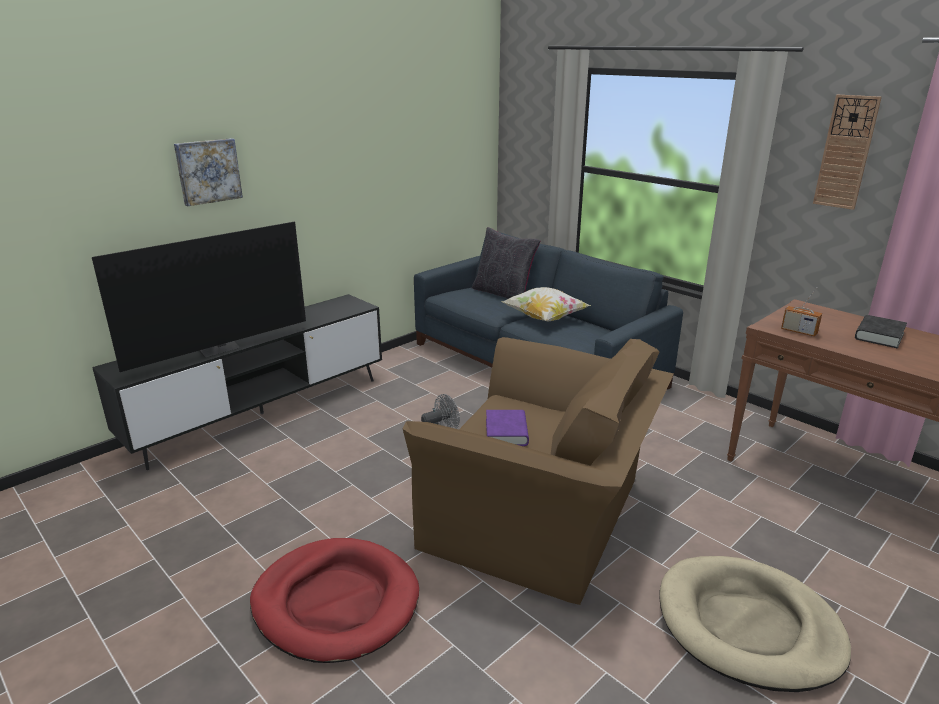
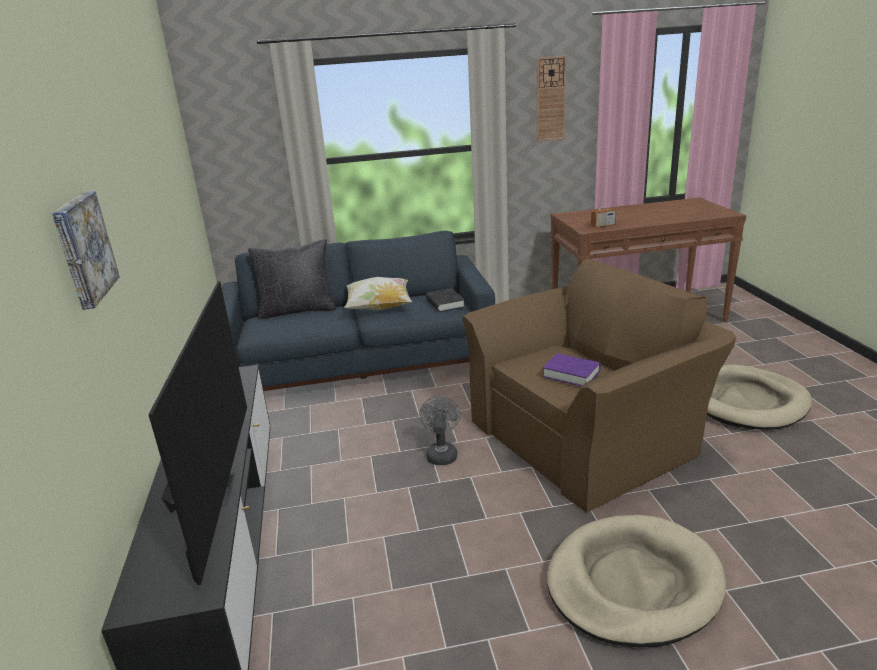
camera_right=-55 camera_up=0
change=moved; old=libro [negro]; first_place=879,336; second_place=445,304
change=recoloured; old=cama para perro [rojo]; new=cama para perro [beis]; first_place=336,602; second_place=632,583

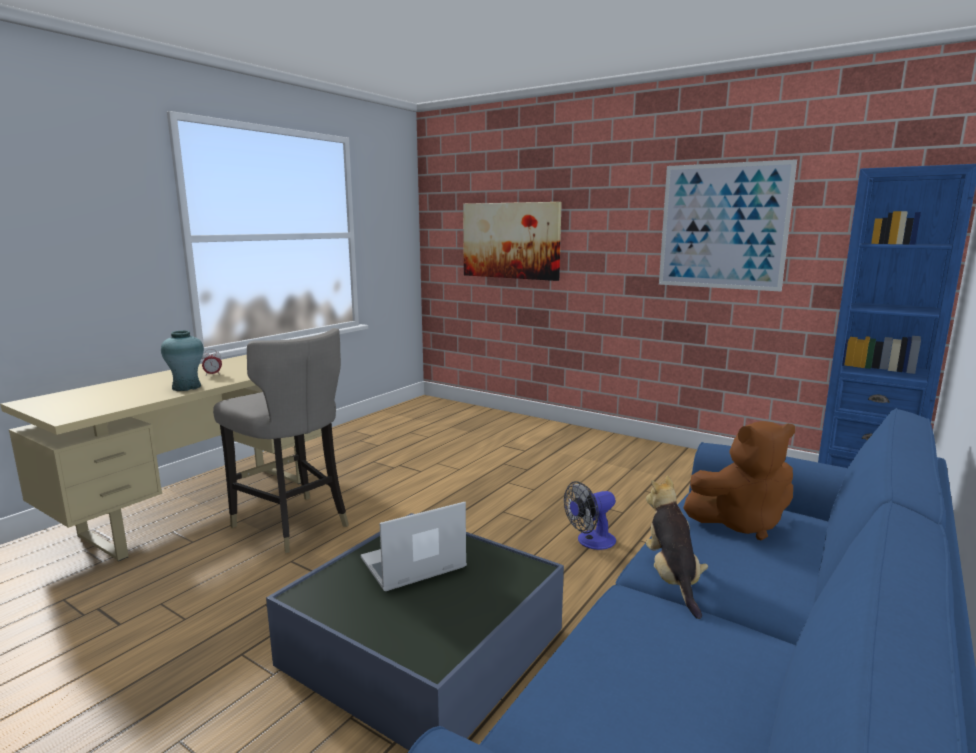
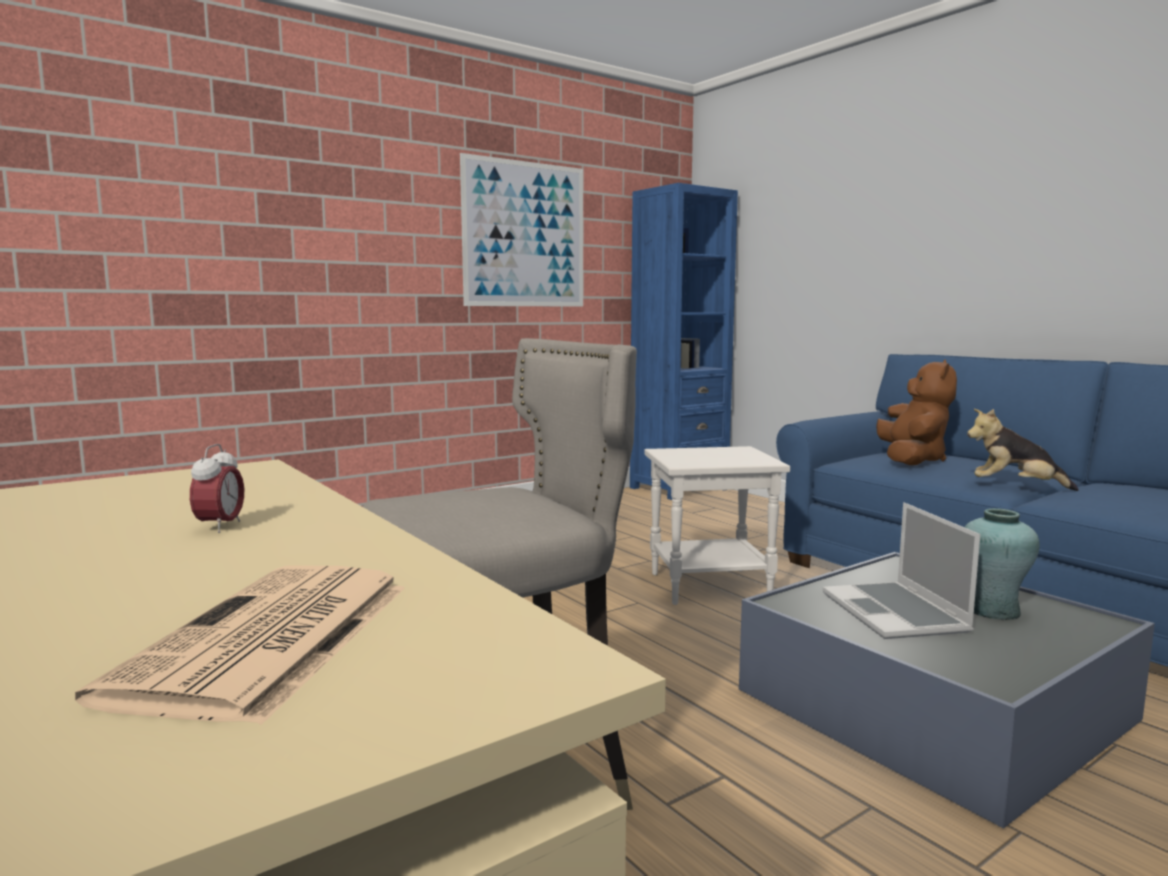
camera_right=-70 camera_up=-5
change=removed; old=cuadro; first_place=510,240
change=added; new=periódico; second_place=270,640
change=moved; old=florero [turquesa]; first_place=187,387; second_place=992,610
change=replaced; old=ventilador; new=mesa auxiliar [blanco]; first_place=590,542; second_place=710,585

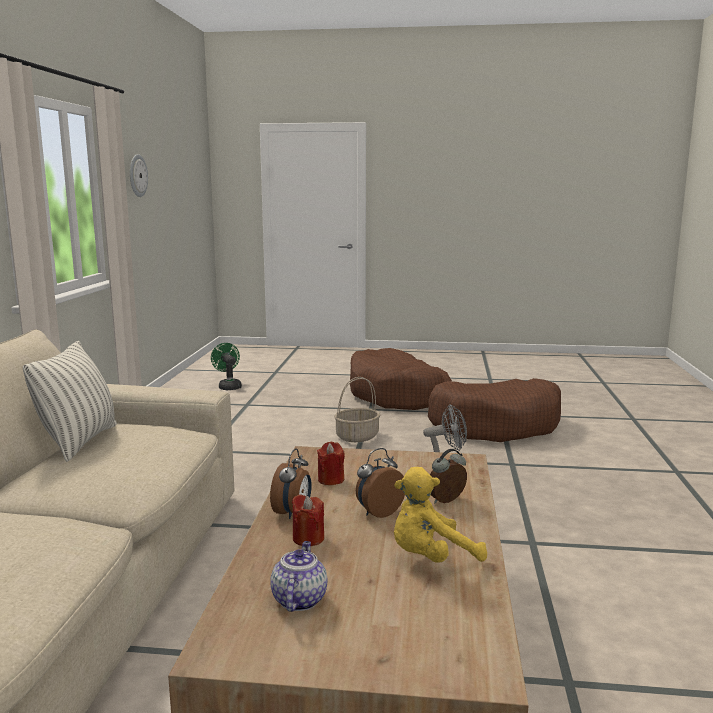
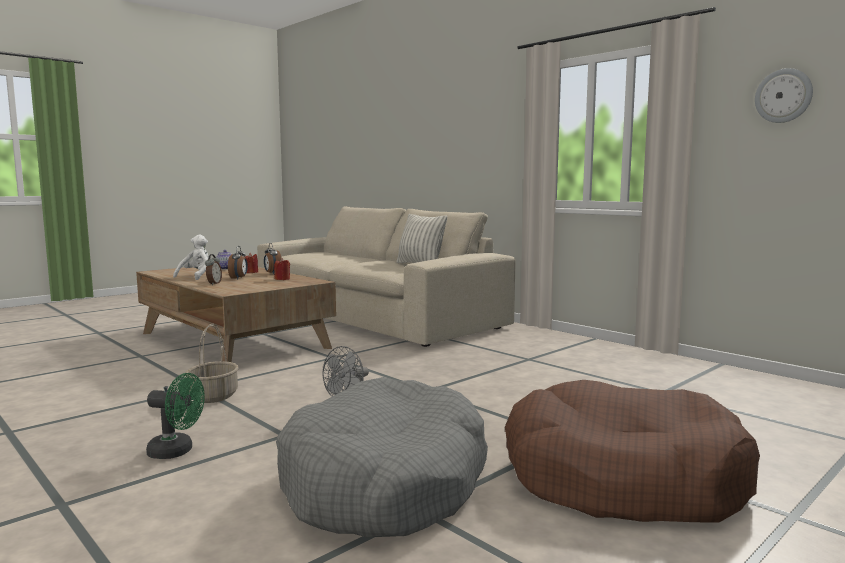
camera_right=130 camera_up=-5
change=moved; old=ventilador [verde]; first_place=228,386; second_place=177,451
change=moved; old=cesta; first_place=357,436; second_place=214,396
change=recoloured; old=peluche [amarillo]; new=peluche [blanco]; first_place=431,558; second_place=196,276
change=recoloured; old=cama para perro [marrón]; new=cama para perro [gris]; first_place=496,425; second_place=385,482

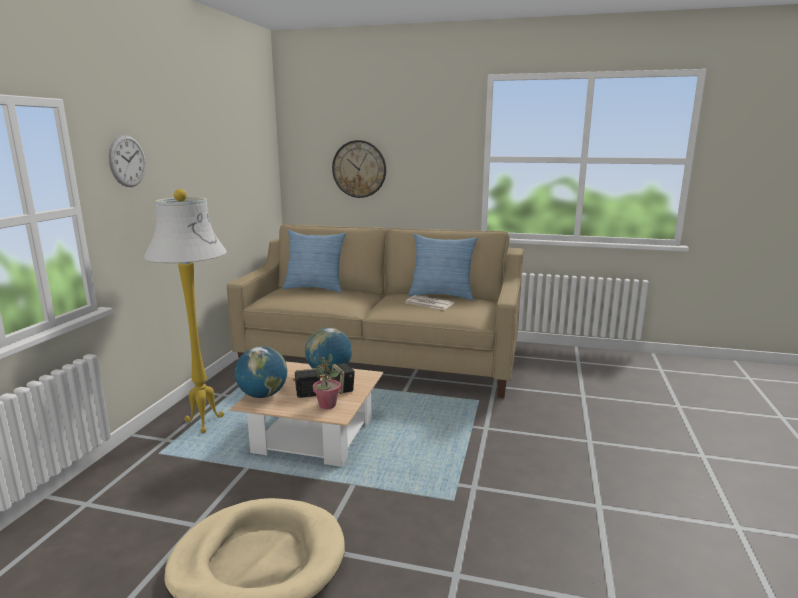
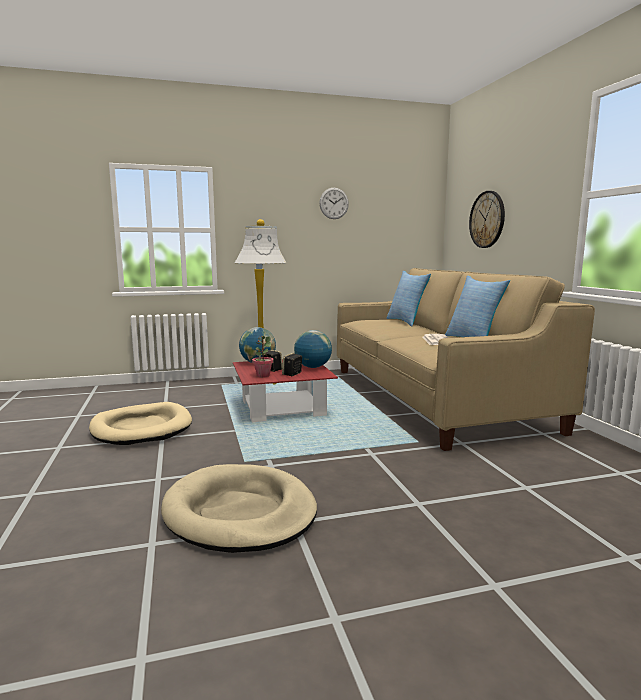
camera_right=60 camera_up=-5
change=added; new=cama para perro [beis]; second_place=240,513
change=moved; old=reloj de pared; first_place=127,161; second_place=334,203
change=recoloured; old=mesa de centro [beis]; new=mesa de centro [rojo]; first_place=314,435; second_place=282,407

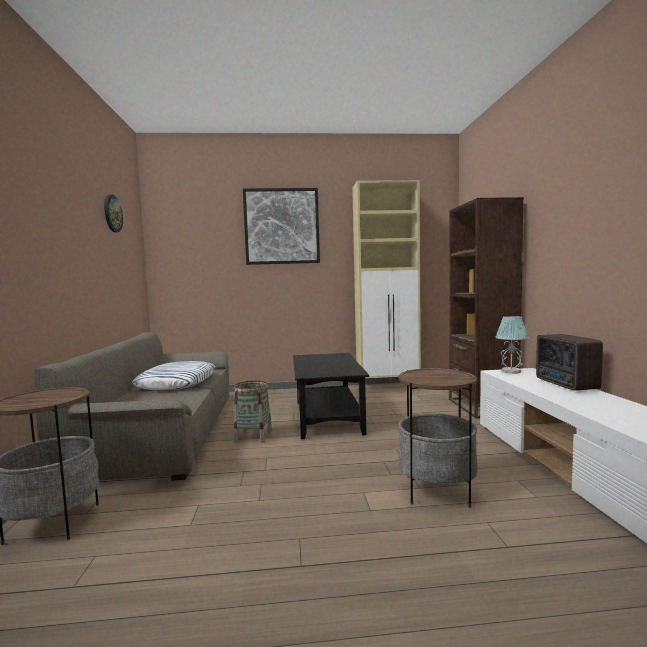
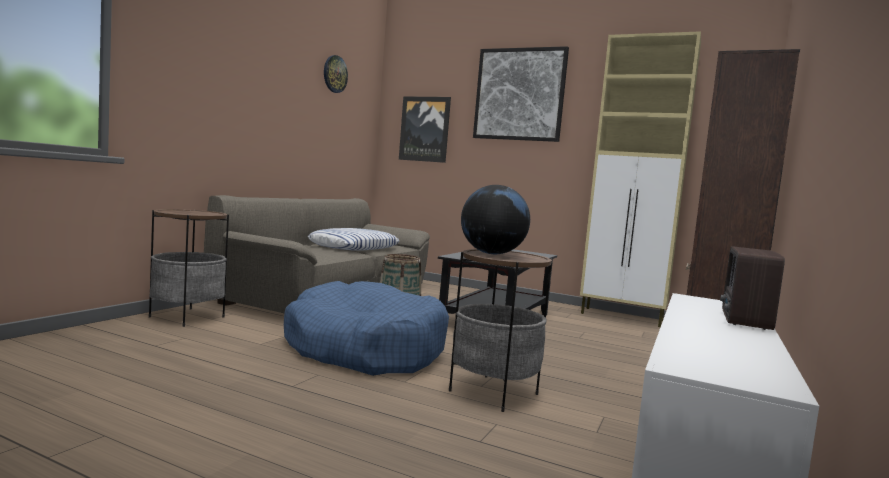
camera_right=30 camera_up=0
change=removed; old=lámpara de mesa; first_place=511,371
change=added; new=cama para perro [azul]; second_place=364,349
change=added; new=cuadro; second_place=425,129
change=added; new=globo terráqueo; second_place=492,253

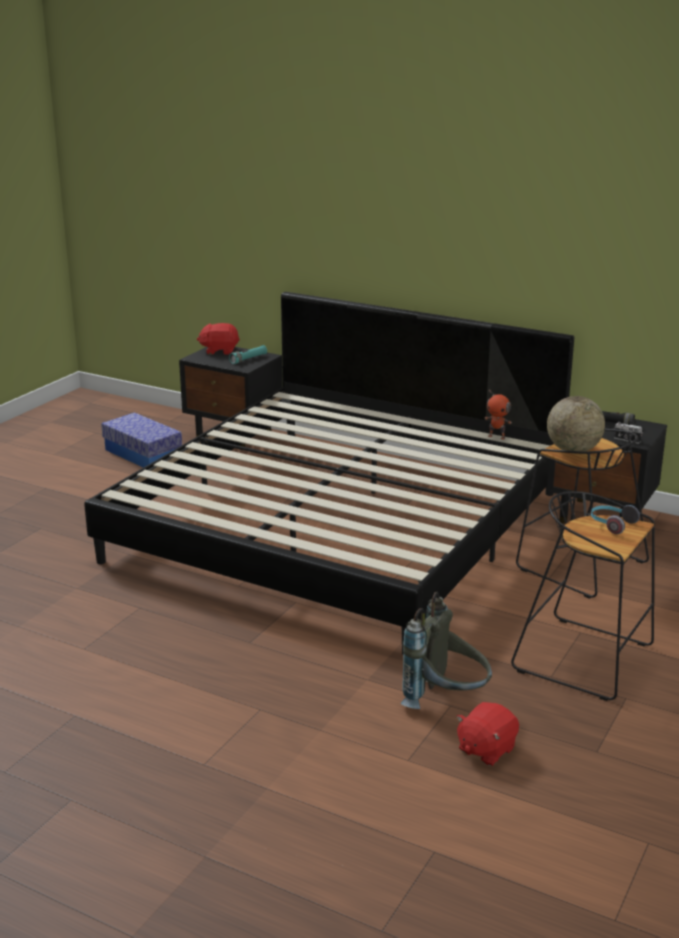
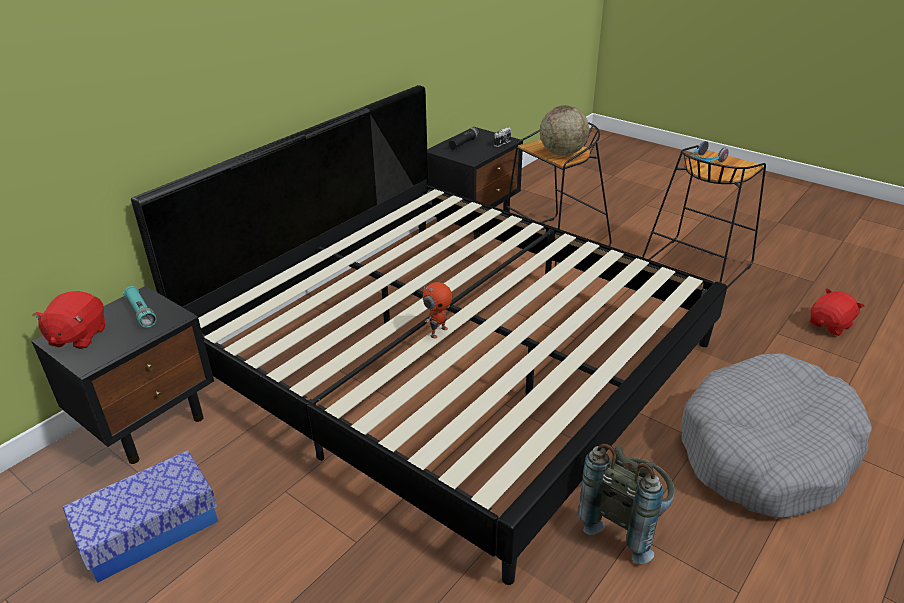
camera_right=-80 camera_up=10
change=added; new=cama para perro [gris]; second_place=766,451
change=moved; old=mochila [gris]; first_place=446,701; second_place=625,523
change=moved; old=robot de juguete; first_place=497,437; second_place=438,332
change=turned; old=peluche [rojo]; first_place=485,749; second_place=830,325; degrees=-90

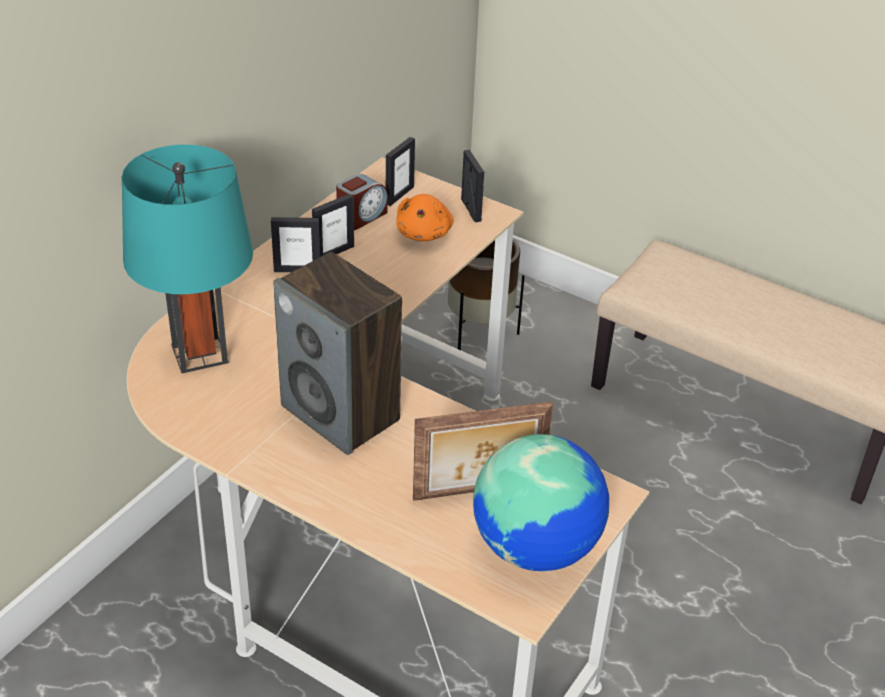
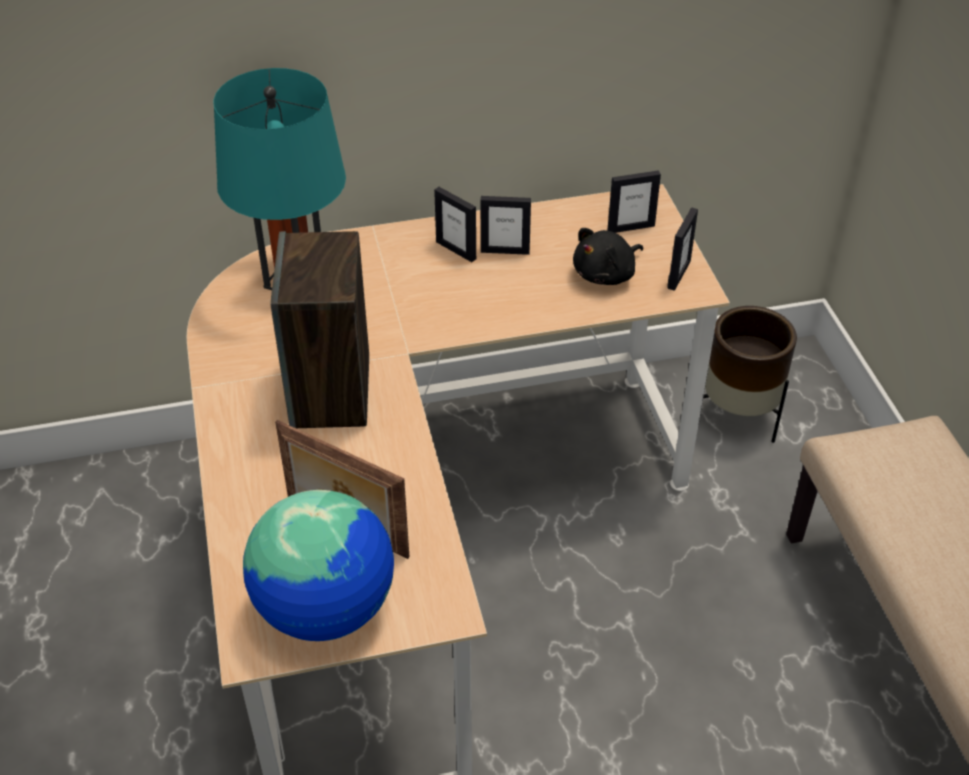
camera_right=45 camera_up=5
change=removed; old=despertador; first_place=361,217
change=recoloured; old=peluche [naranja]; new=peluche [negro]; first_place=424,233; second_place=606,274

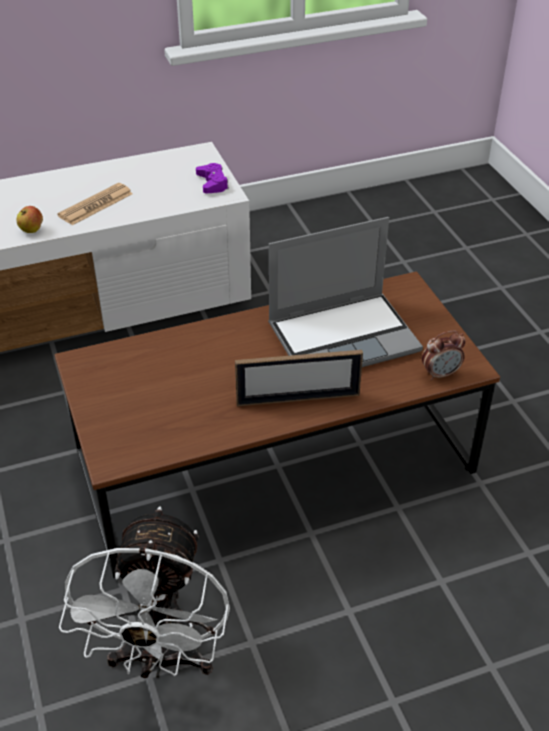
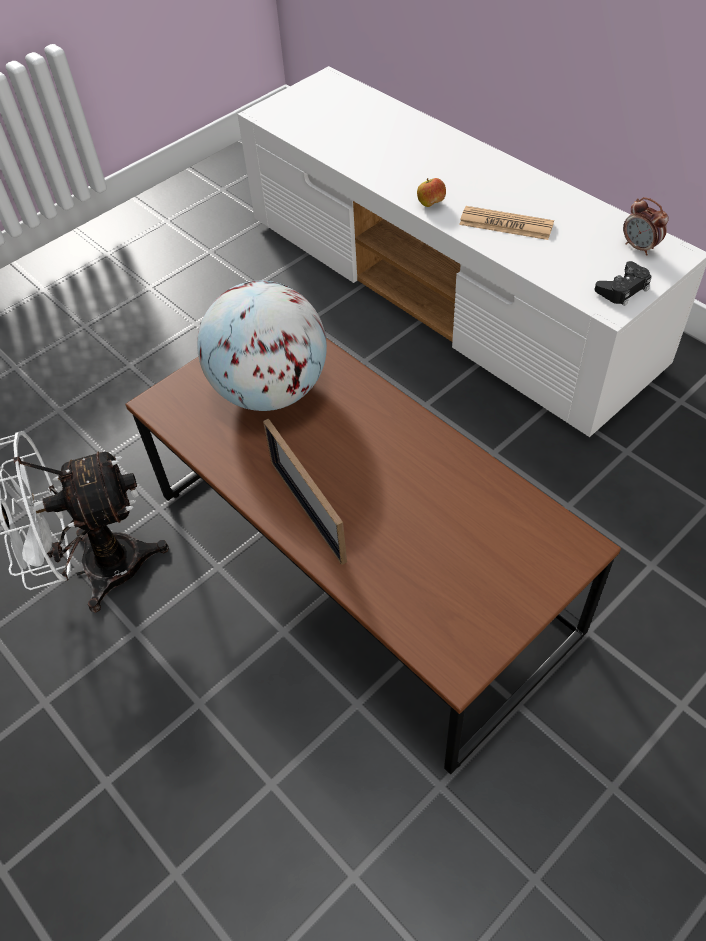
camera_right=70 camera_up=10
change=removed; old=portátil; first_place=344,337
change=added; new=globo terráqueo; second_place=270,391
change=moved; old=despertador; first_place=440,374; second_place=640,247
change=recoloured; old=mando de consola [morado]; new=mando de consola [negro]; first_place=212,183; second_place=623,289

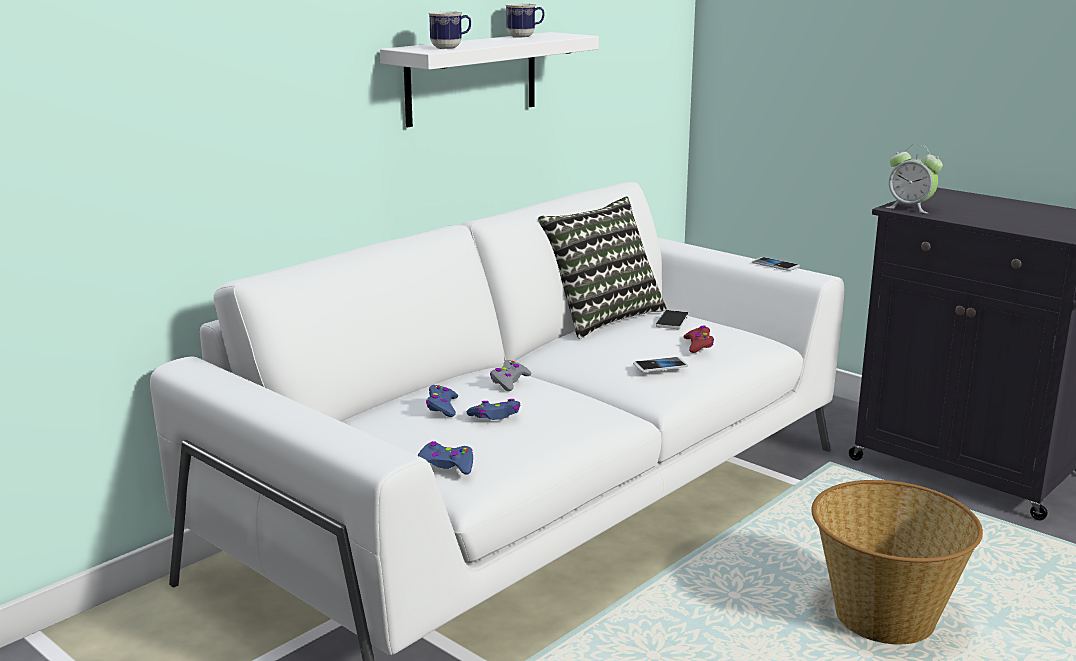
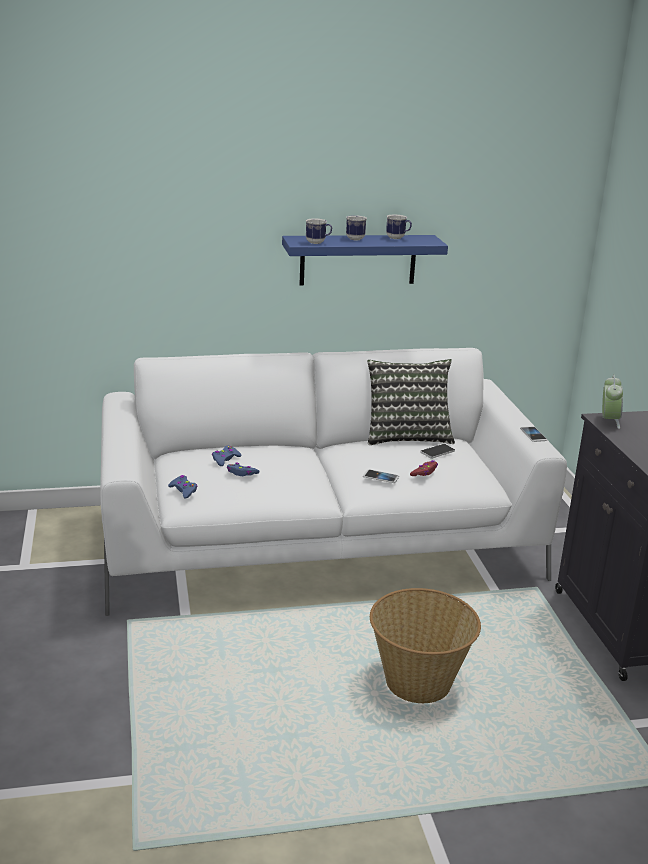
camera_right=35 camera_up=5
change=removed; old=mando de consola [gris]; first_place=509,381
change=added; new=taza grande; second_place=353,238
change=recoloured; old=estante [blanco]; new=estante [azul]; first_place=472,78; second_place=358,259
change=turned; old=despertador; first_place=910,208; second_place=609,421; degrees=-150

